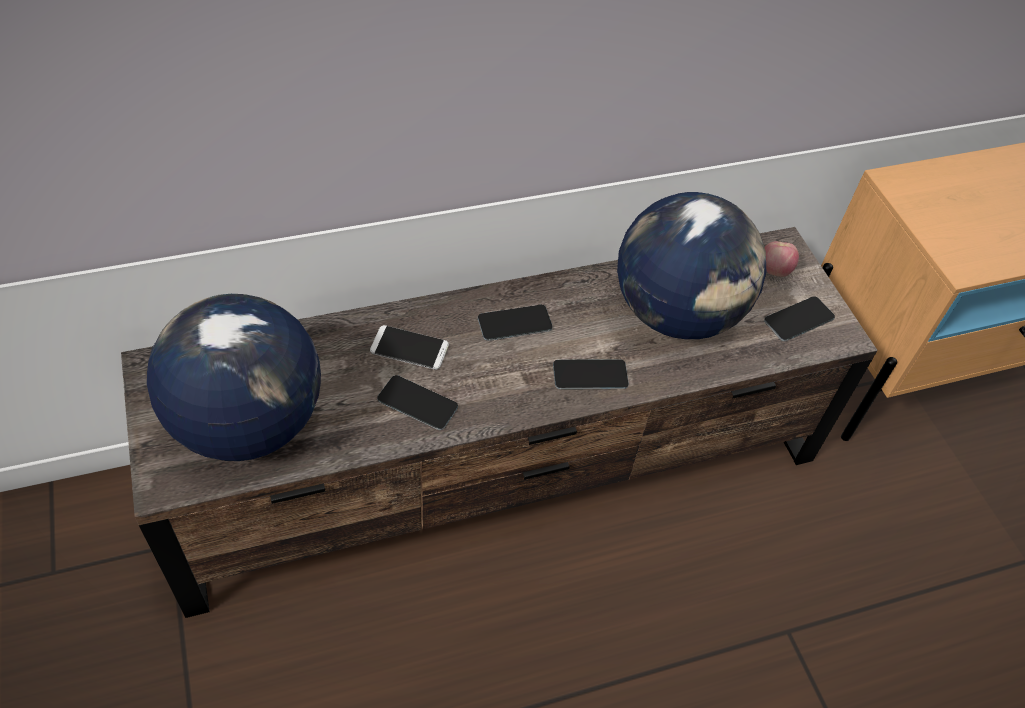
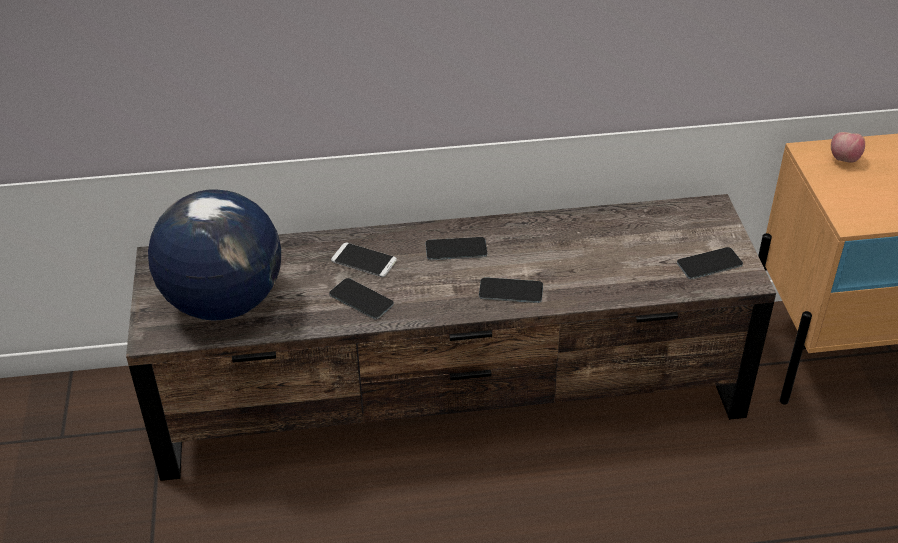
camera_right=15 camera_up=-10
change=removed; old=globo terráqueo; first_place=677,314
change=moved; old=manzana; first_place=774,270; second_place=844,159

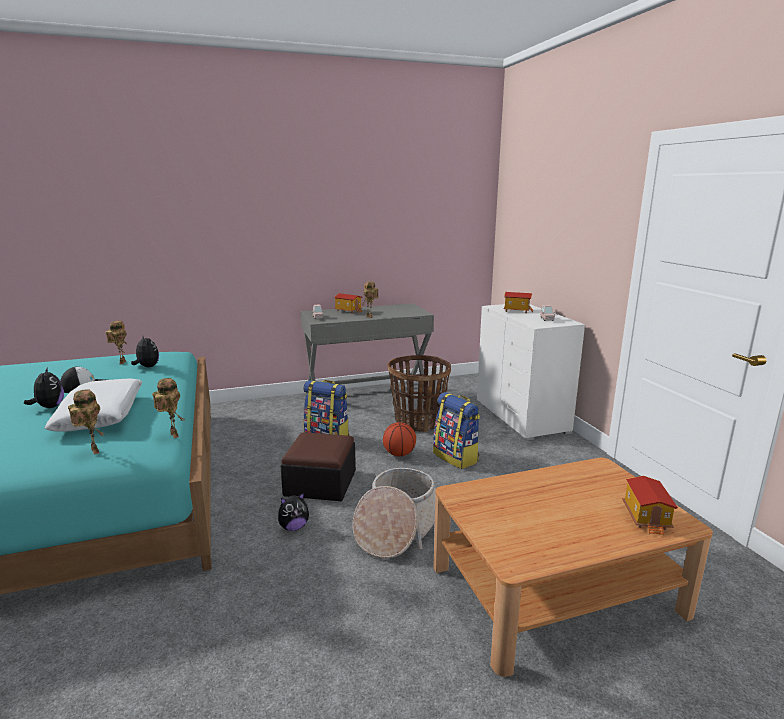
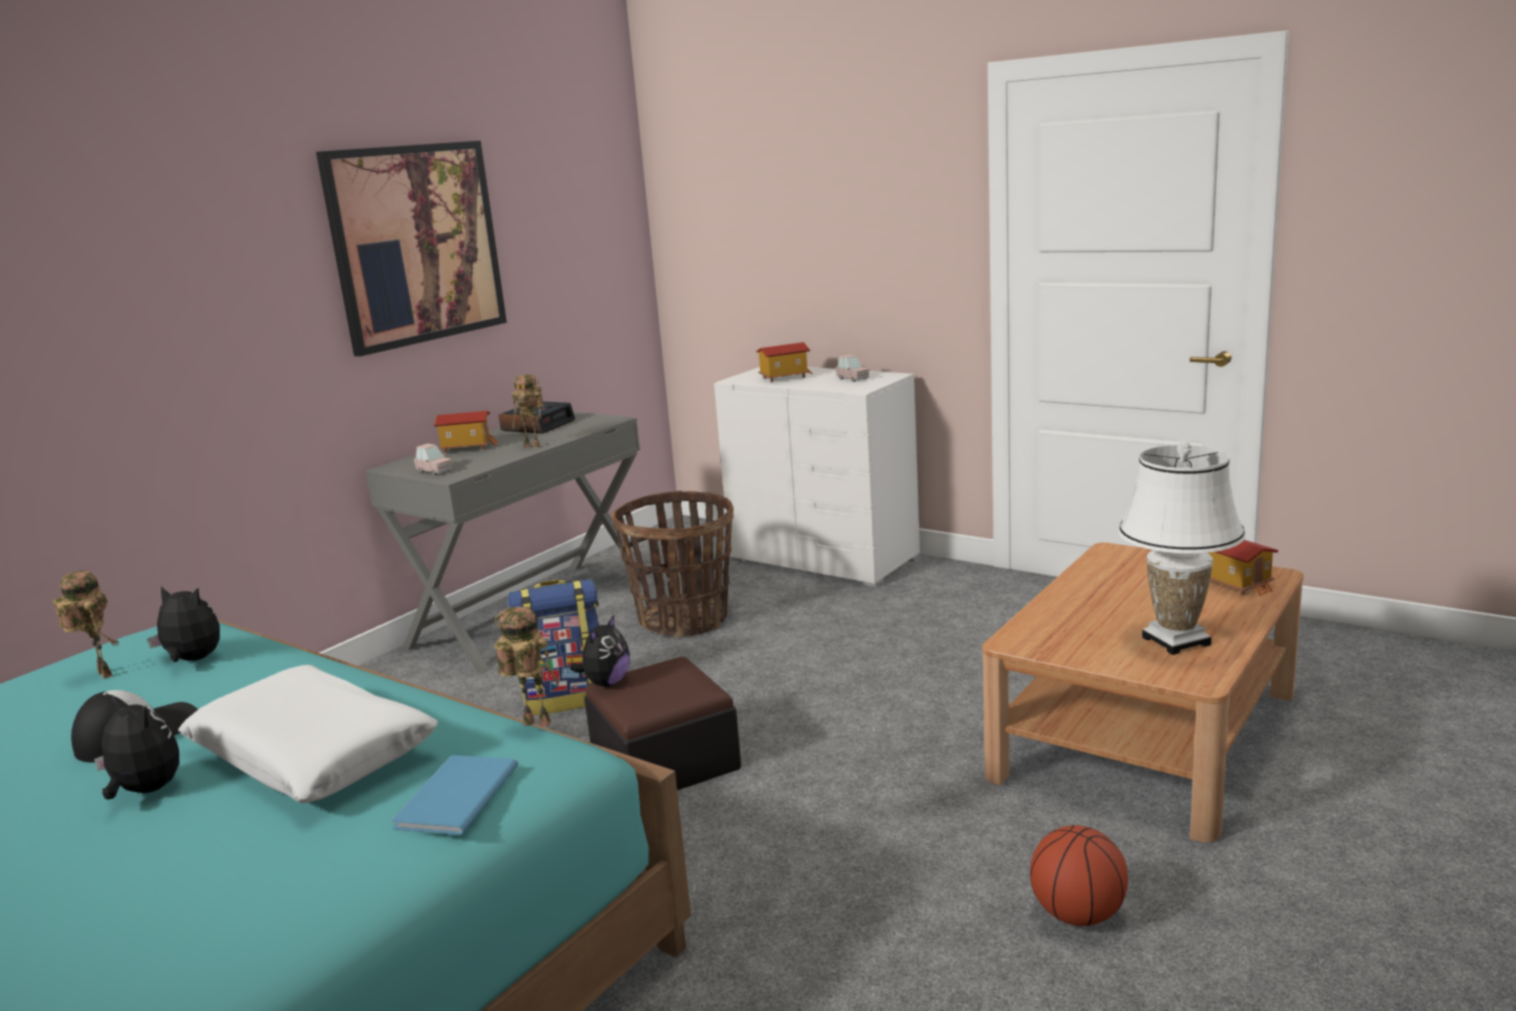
camera_right=-35 camera_up=0
change=removed; old=cesta; first_place=397,528
change=removed; old=mochila; first_place=456,457
change=added; new=cuadro; second_place=416,244
change=added; new=despertador; second_place=538,425
change=added; new=lámpara de mesa [blanco]; second_place=1175,641
change=moved; old=peluche; first_place=294,527; second_place=606,683
change=moved; old=balón de baloncesto; first_place=399,454; second_place=1078,915
change=replaced; old=robot de juguete; new=libro [azul]; first_place=93,451; second_place=452,798

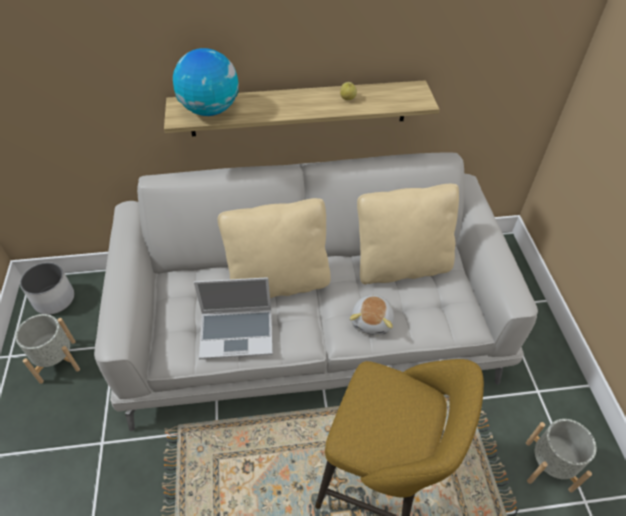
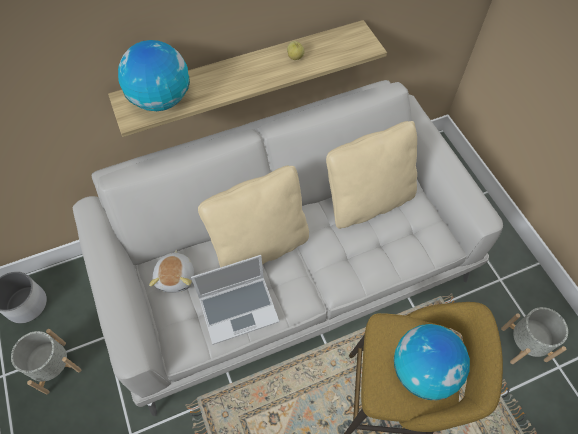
camera_right=-15 camera_up=10
change=added; new=globo terráqueo; second_place=423,370
change=moved; old=peluche; first_place=372,321; second_place=176,277

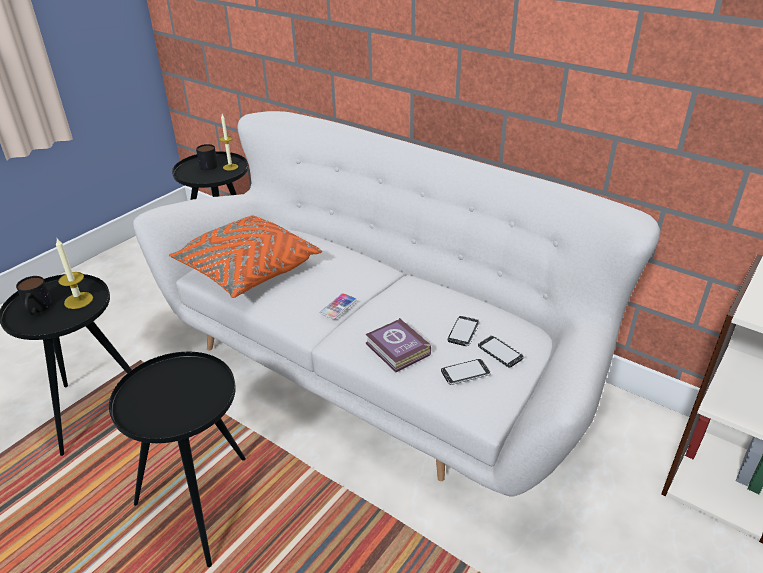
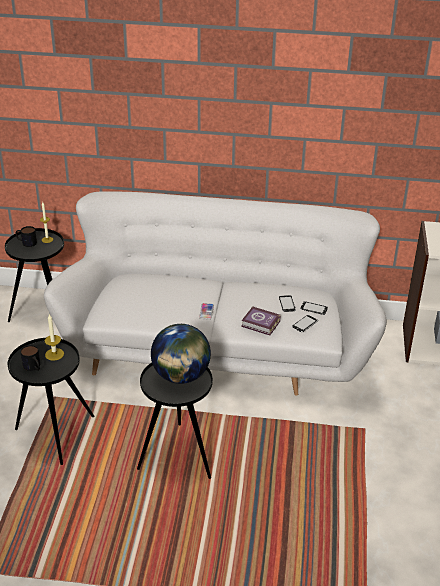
camera_right=-30 camera_up=0
change=removed; old=cojín [naranja]; first_place=247,271
change=added; new=globo terráqueo; second_place=181,376

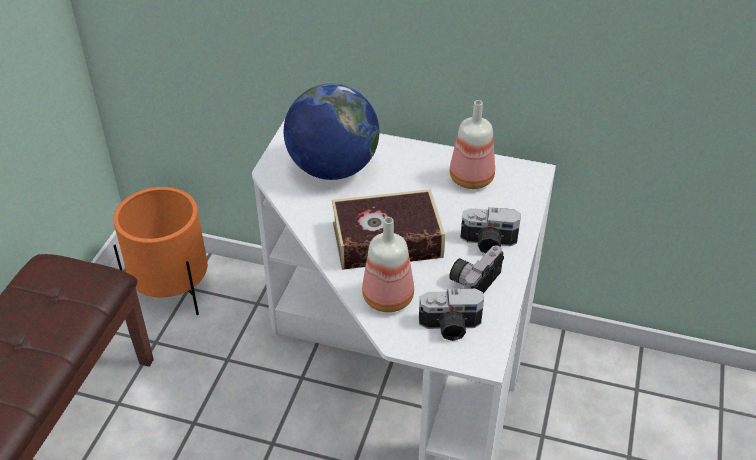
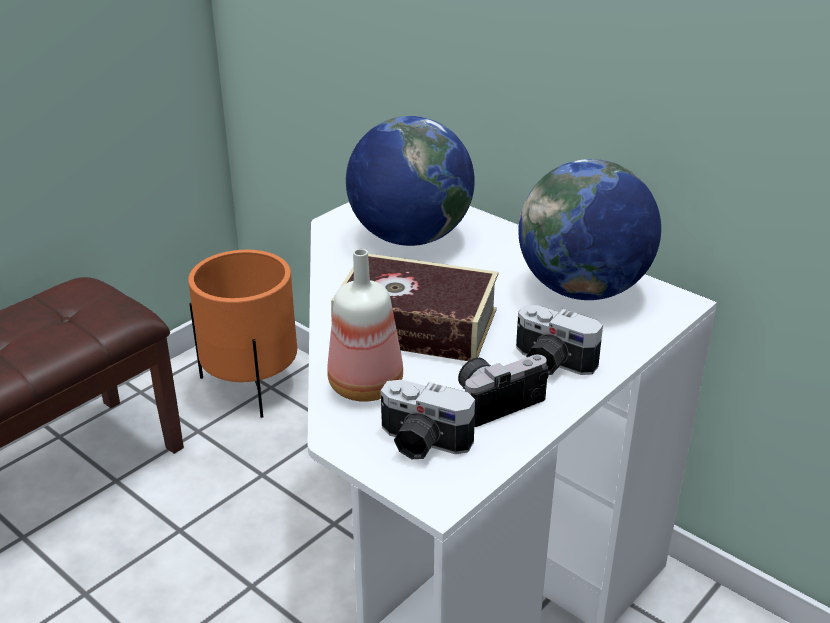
camera_right=25 camera_up=-10
change=replaced; old=botella; new=globo terráqueo; first_place=472,180; second_place=582,290

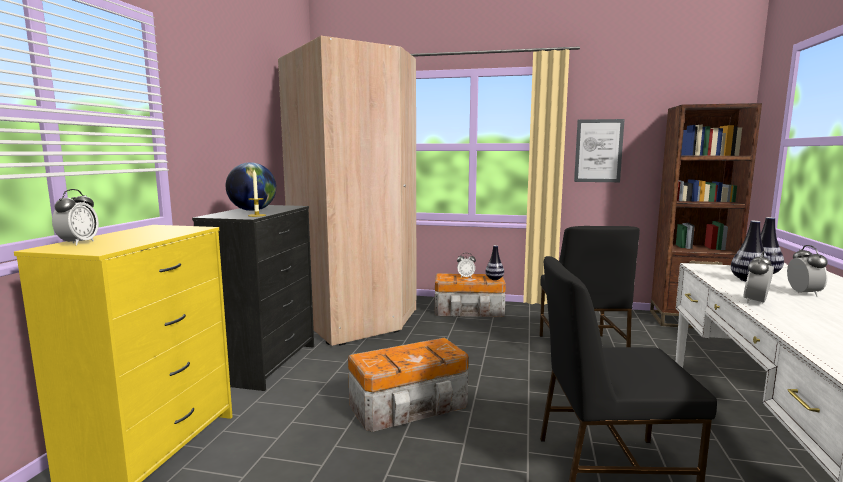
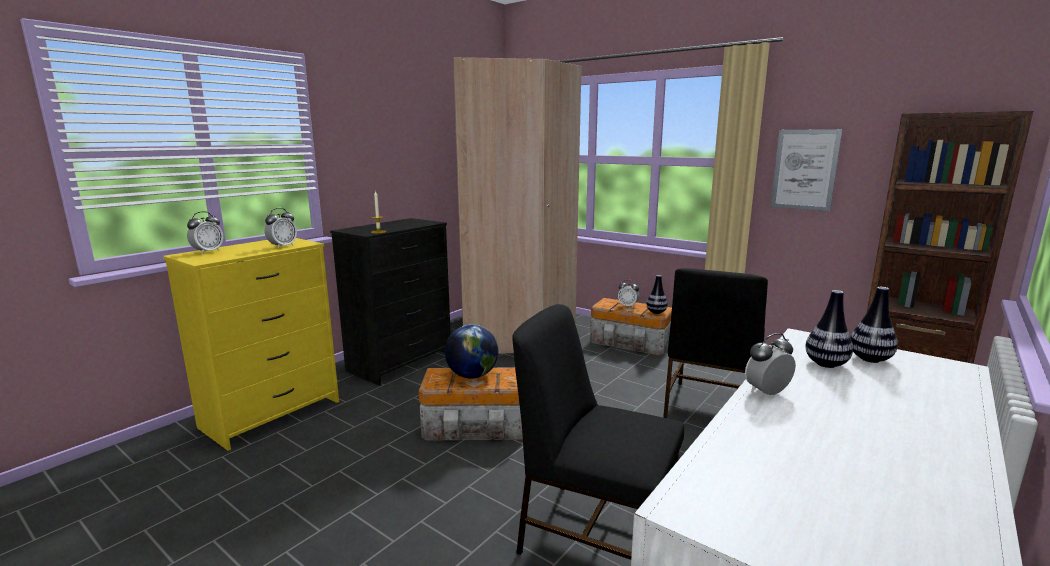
camera_right=25 camera_up=5
change=moved; old=globo terráqueo; first_place=252,210; second_place=472,375
change=moved; old=despertador; first_place=803,293; second_place=282,246

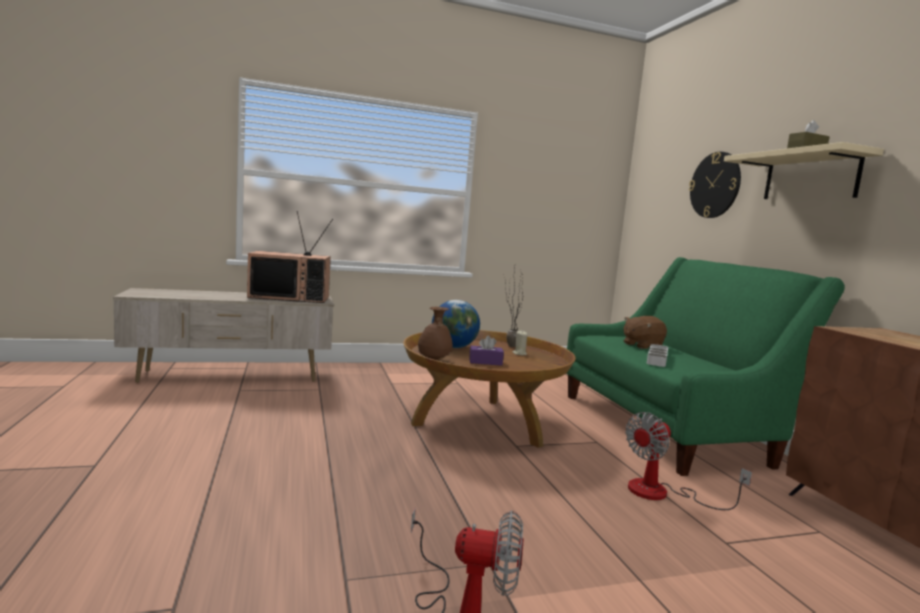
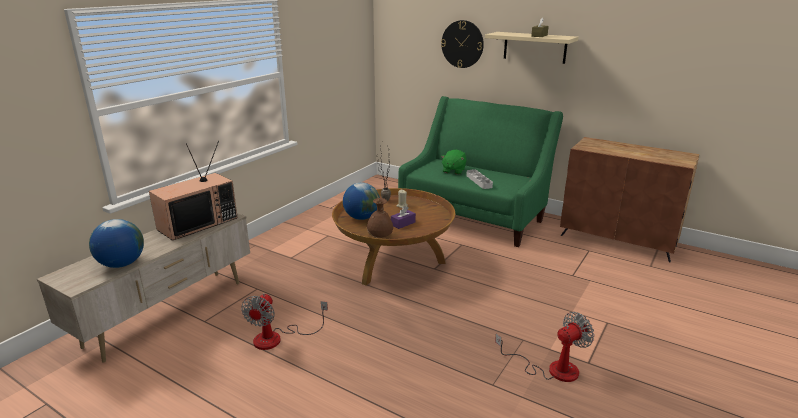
camera_right=-40 camera_up=15
change=added; new=globo terráqueo; second_place=121,264
change=moved; old=ventilador; first_place=662,493; second_place=277,338
change=recoloured; old=peluche [marrón]; new=peluche [verde]; first_place=641,345; second_place=453,171

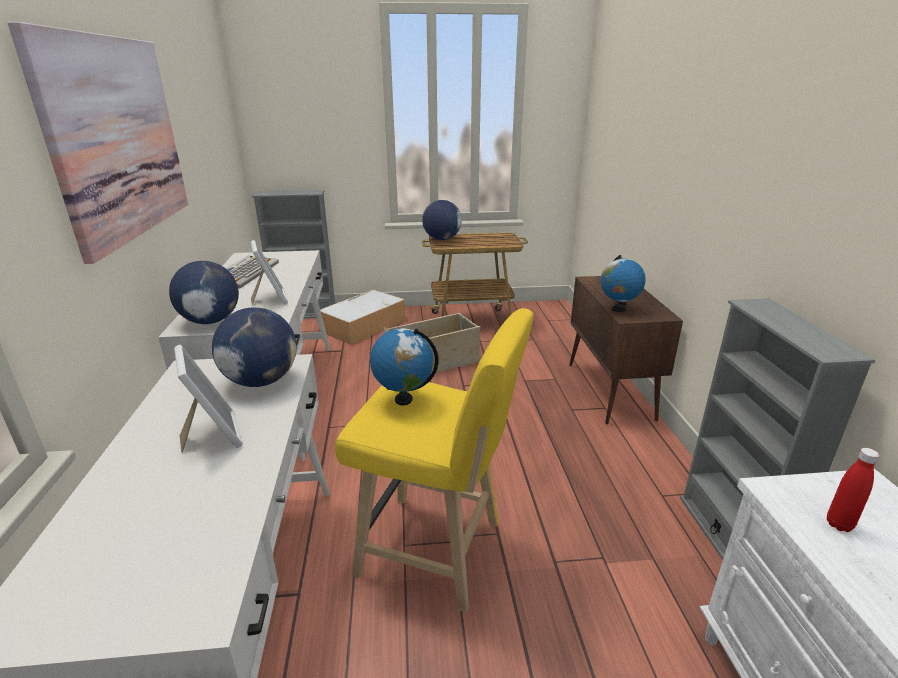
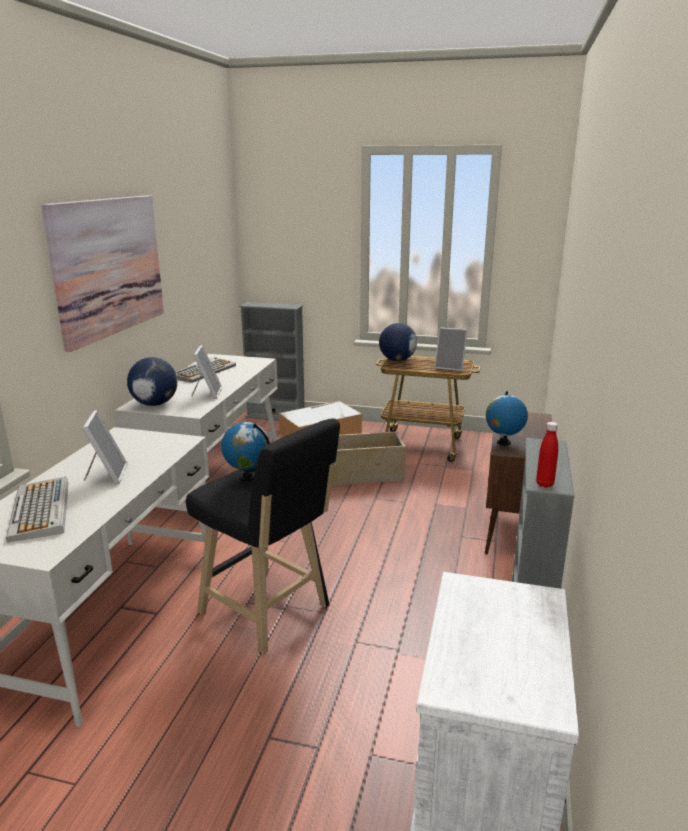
camera_right=20 camera_up=-5
change=removed; old=globo terráqueo; first_place=261,381
change=added; new=teclado; second_place=41,510
change=added; new=portarretratos; second_place=450,367
change=moved; old=botella [rojo]; first_place=839,524; second_place=544,484
change=recoloured; old=taburete [amarillo]; new=taburete [negro]; first_place=437,551; second_place=269,612

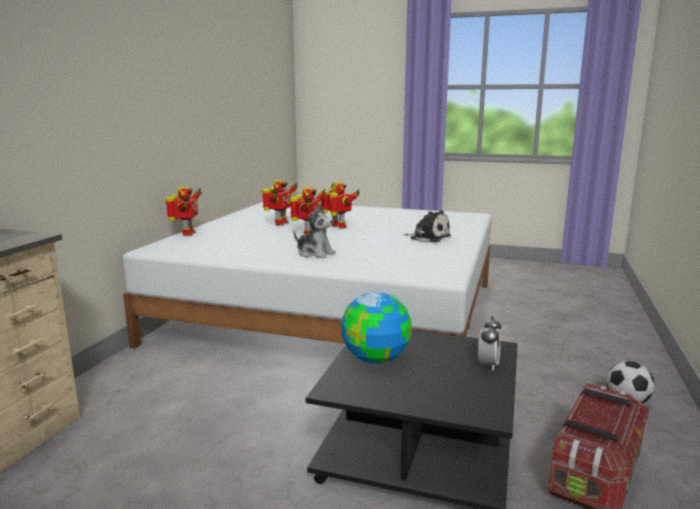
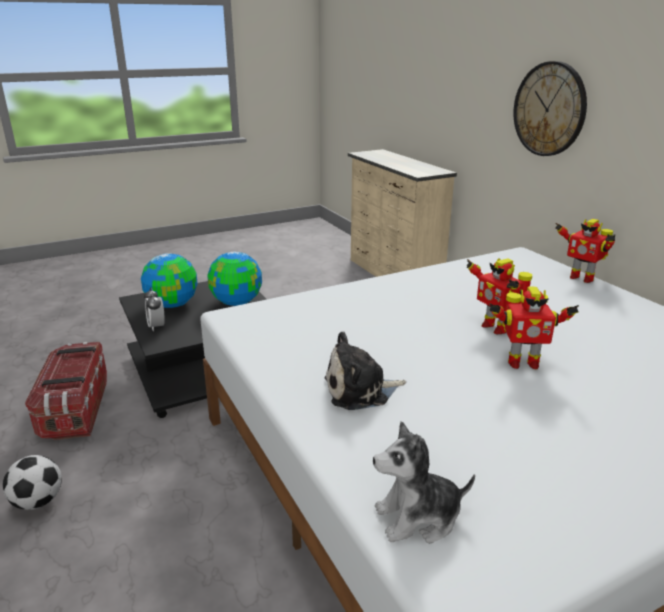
camera_right=135 camera_up=10
change=removed; old=robot de juguete; first_place=280,223
change=added; new=globo terráqueo; second_place=173,304
change=added; new=reloj de pared; second_place=549,109
change=moved; old=peluche; first_place=315,253; second_place=418,518

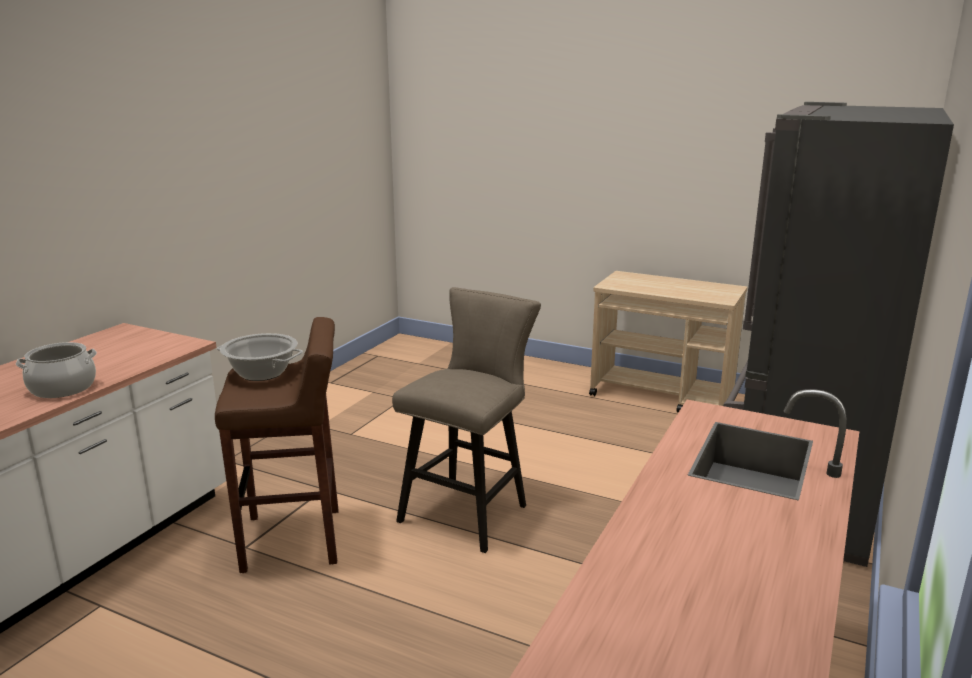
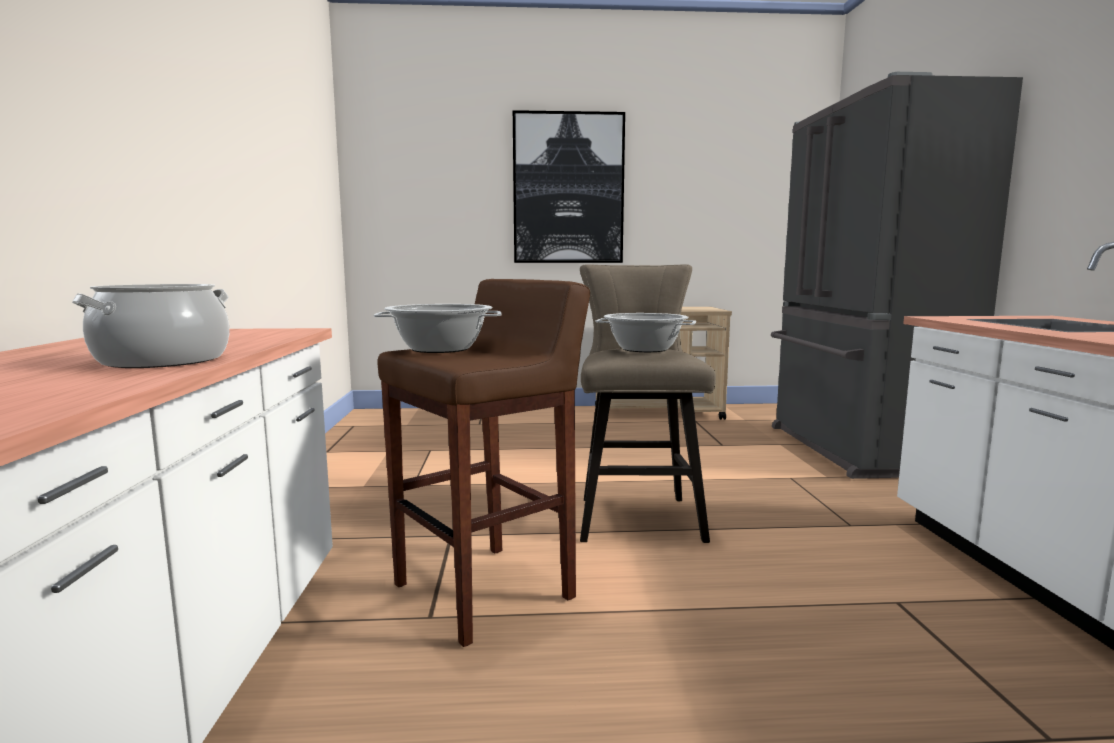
camera_right=-30 camera_up=-10
change=added; new=cuadro; second_place=568,189
change=added; new=olla; second_place=645,349

